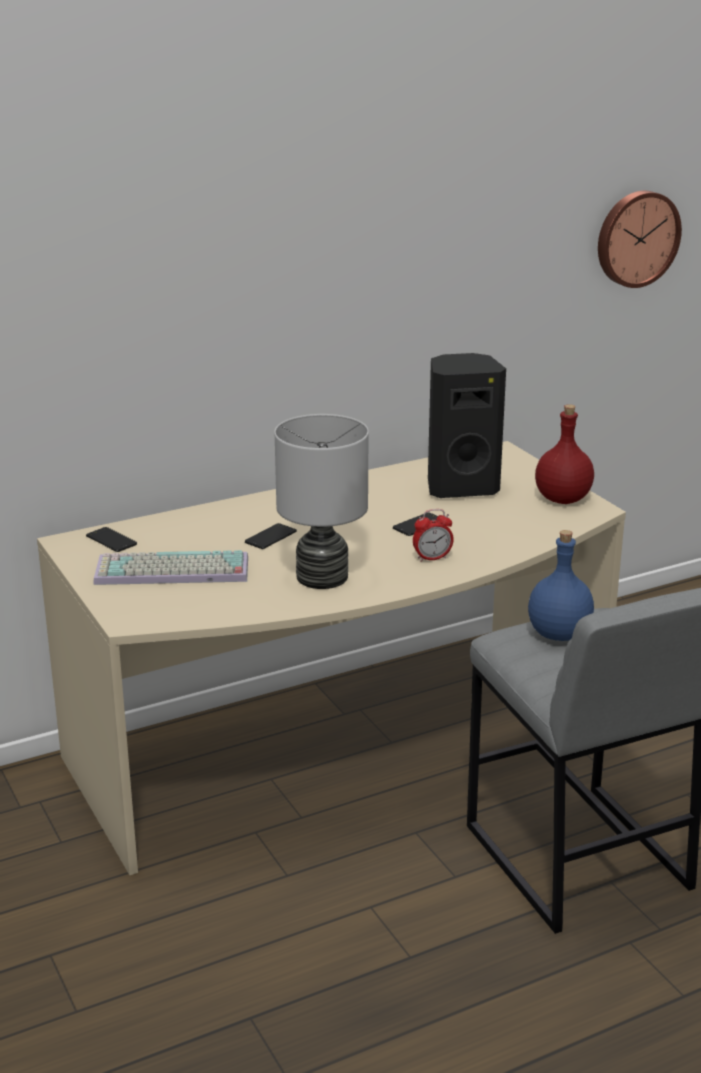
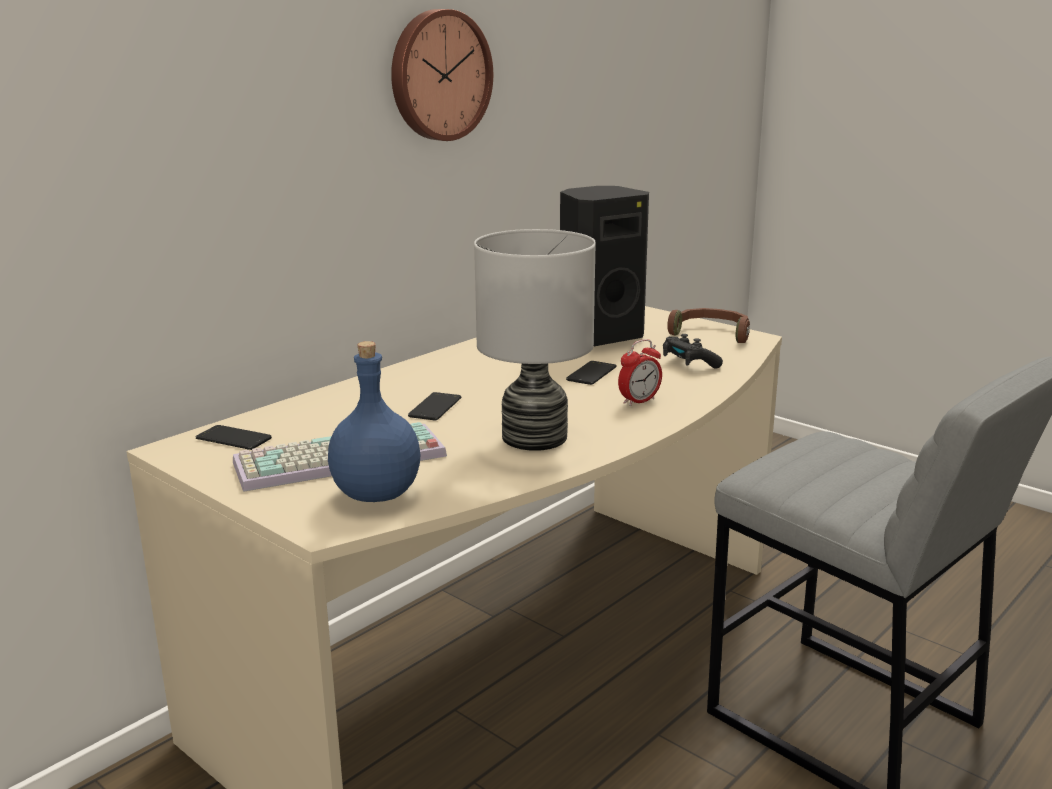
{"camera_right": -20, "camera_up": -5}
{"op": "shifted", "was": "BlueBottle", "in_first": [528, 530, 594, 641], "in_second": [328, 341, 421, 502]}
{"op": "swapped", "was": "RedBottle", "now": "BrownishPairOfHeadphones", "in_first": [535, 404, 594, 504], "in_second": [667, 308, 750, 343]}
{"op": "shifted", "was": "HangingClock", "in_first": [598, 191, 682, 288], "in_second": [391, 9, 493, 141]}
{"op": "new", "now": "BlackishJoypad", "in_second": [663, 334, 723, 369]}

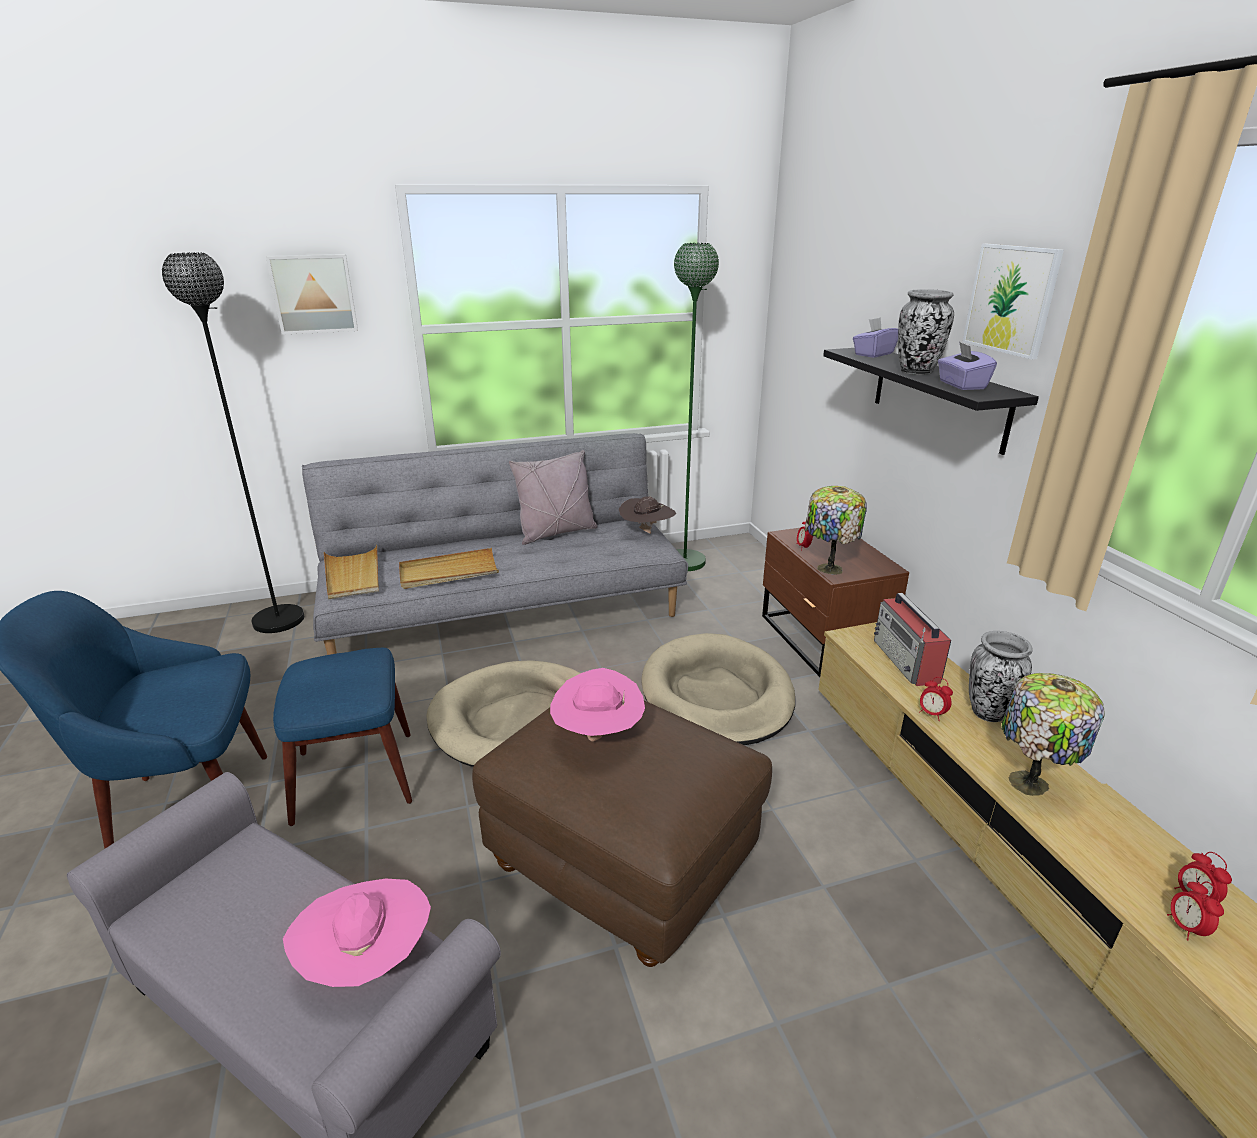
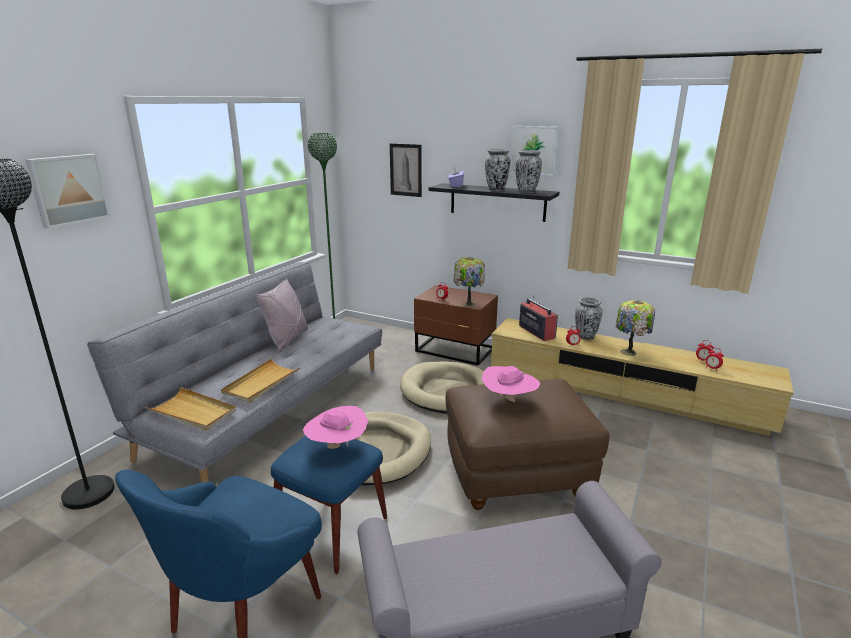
{"camera_right": -45, "camera_up": -5}
{"op": "shifted", "was": "PinkishClothingHat", "in_first": [283, 879, 431, 987], "in_second": [303, 406, 368, 449]}
{"op": "gone", "was": "BrownishClothingHat", "in_first": [619, 496, 677, 534]}
{"op": "rotated", "was": "RadioSet", "in_first": [874, 593, 951, 686], "in_second": [519, 295, 558, 341], "clockwise": -150}
{"op": "swapped", "was": "PurpleTissueBox", "now": "Vase", "in_first": [938, 342, 997, 390], "in_second": [515, 150, 542, 193]}
{"op": "new", "now": "WallPicture", "in_second": [390, 143, 422, 197]}

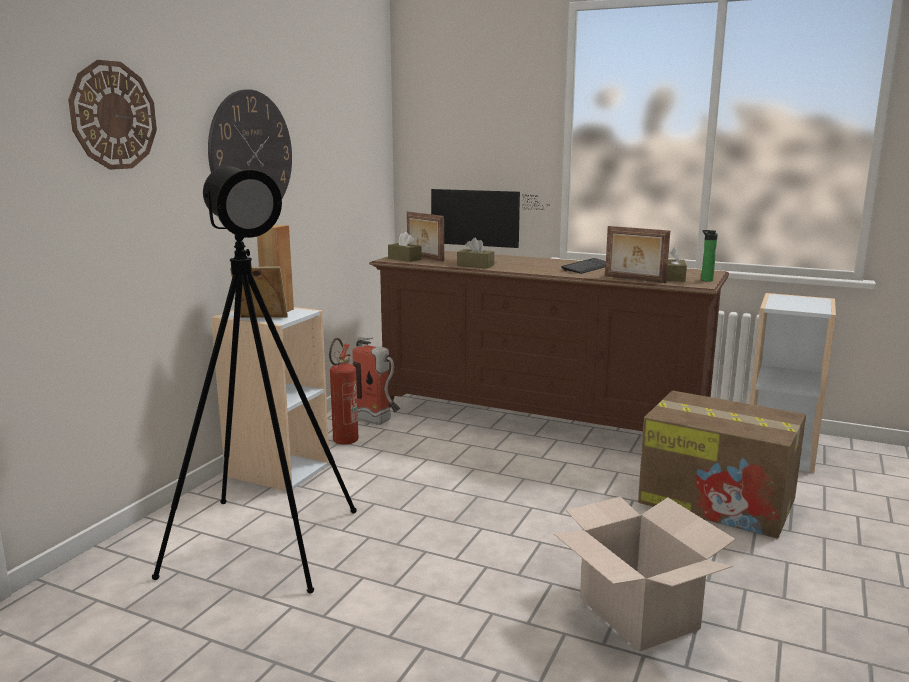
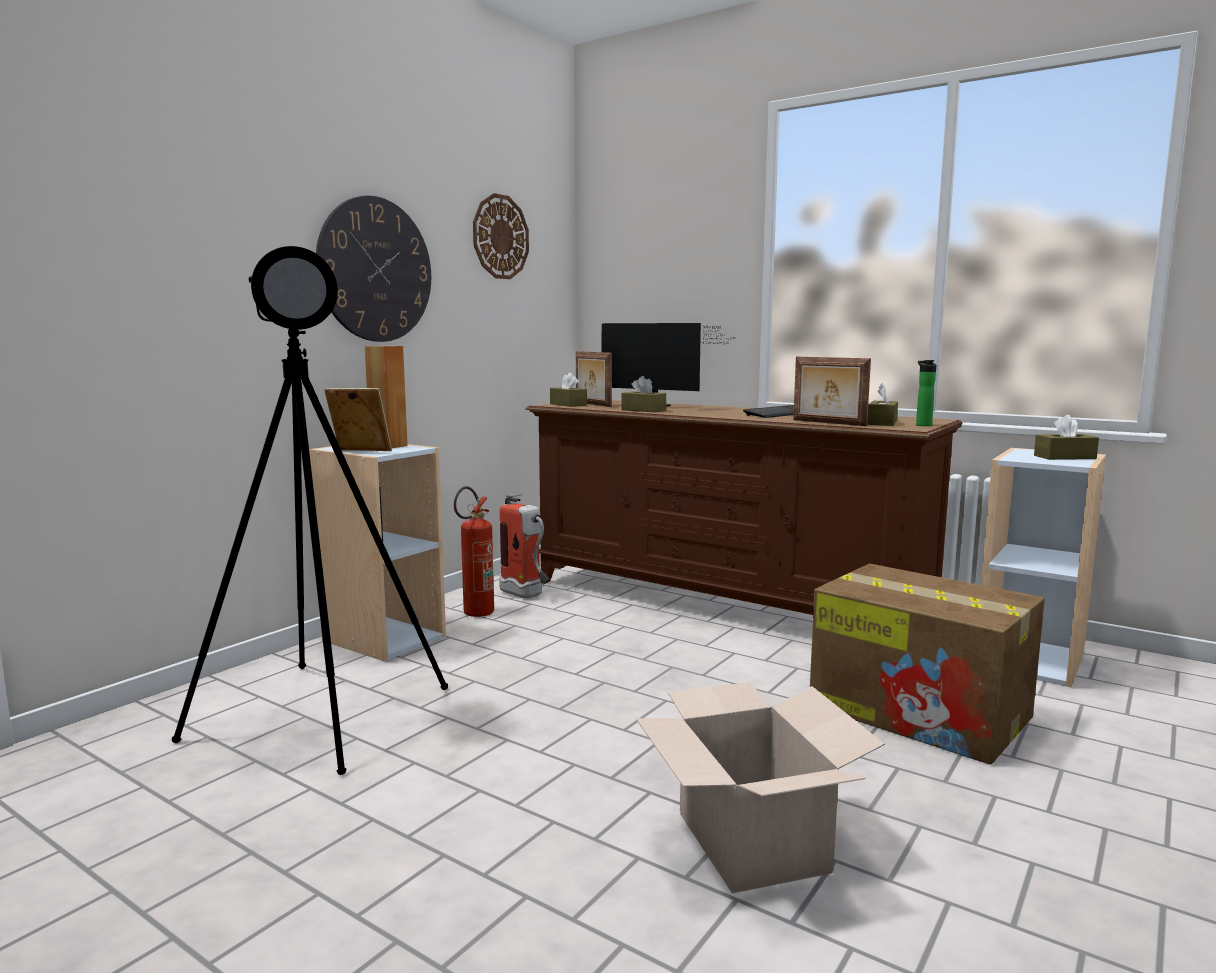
{"camera_right": 10, "camera_up": -5}
{"op": "shifted", "was": "HangingClock", "in_first": [68, 60, 157, 170], "in_second": [473, 193, 529, 279]}
{"op": "new", "now": "BrownishTissueBox", "in_second": [1034, 415, 1099, 460]}

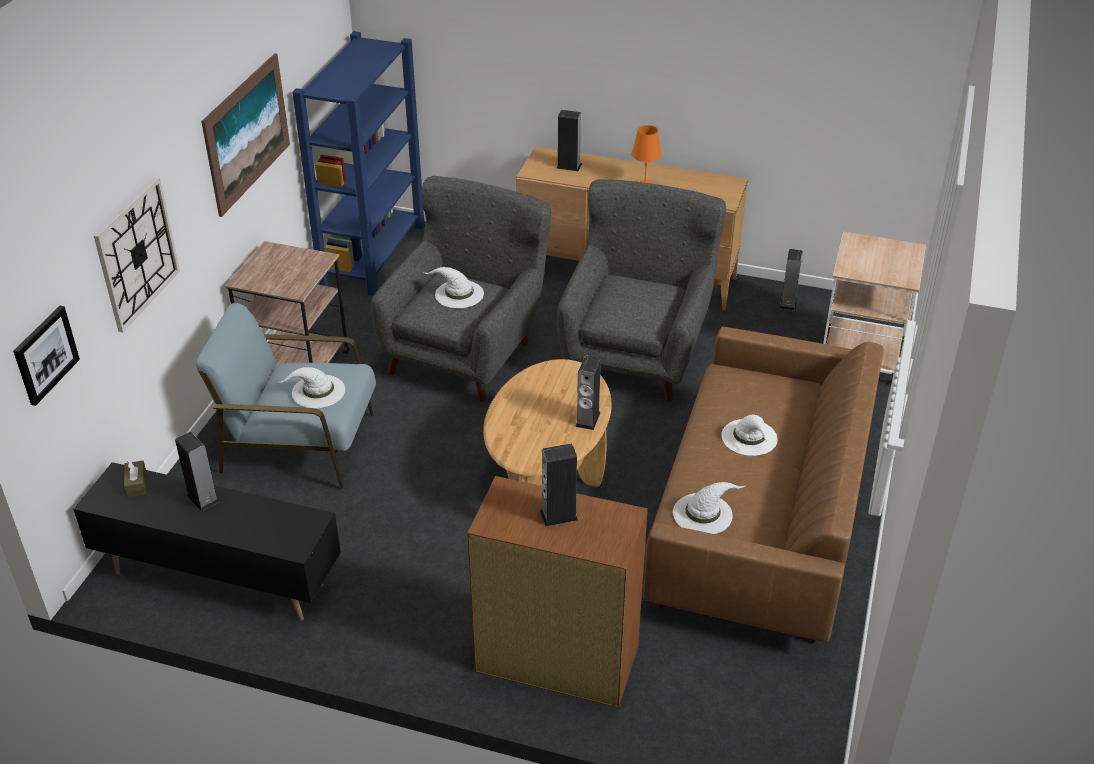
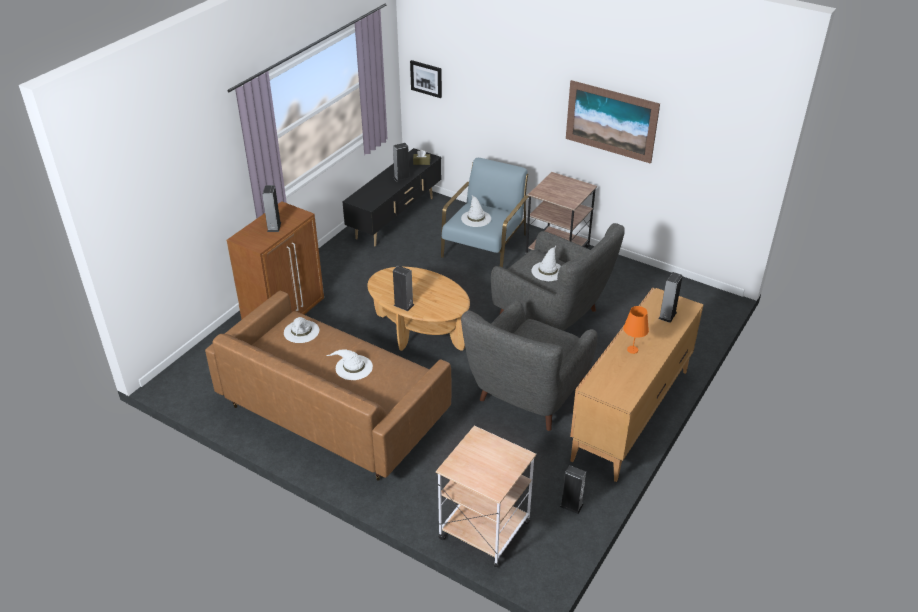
{"camera_right": 105, "camera_up": 0}
{"op": "gone", "was": "HangingClock", "in_first": [94, 178, 180, 332]}
{"op": "gone", "was": "BlueBookshelf", "in_first": [292, 31, 425, 296]}
{"op": "rotated", "was": "GrayArmchair", "in_first": [557, 179, 726, 402], "in_second": [461, 300, 597, 431], "clockwise": 90}

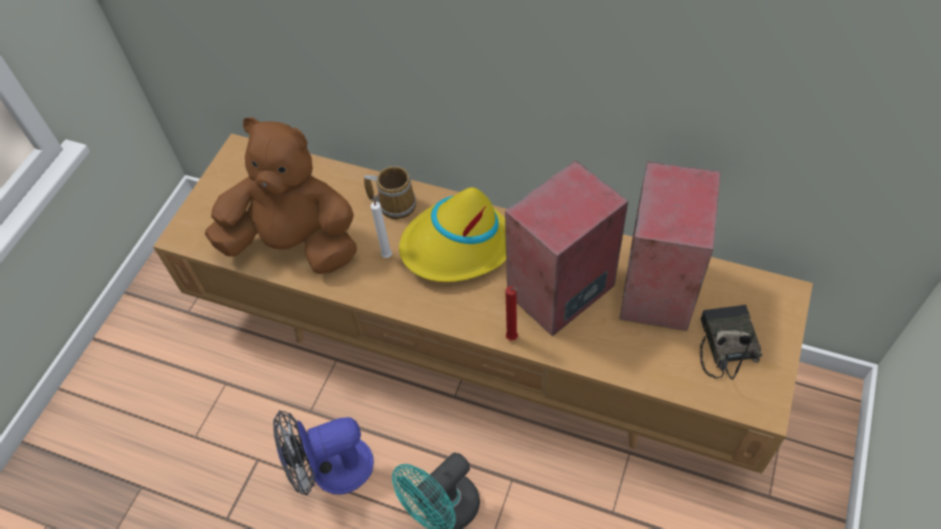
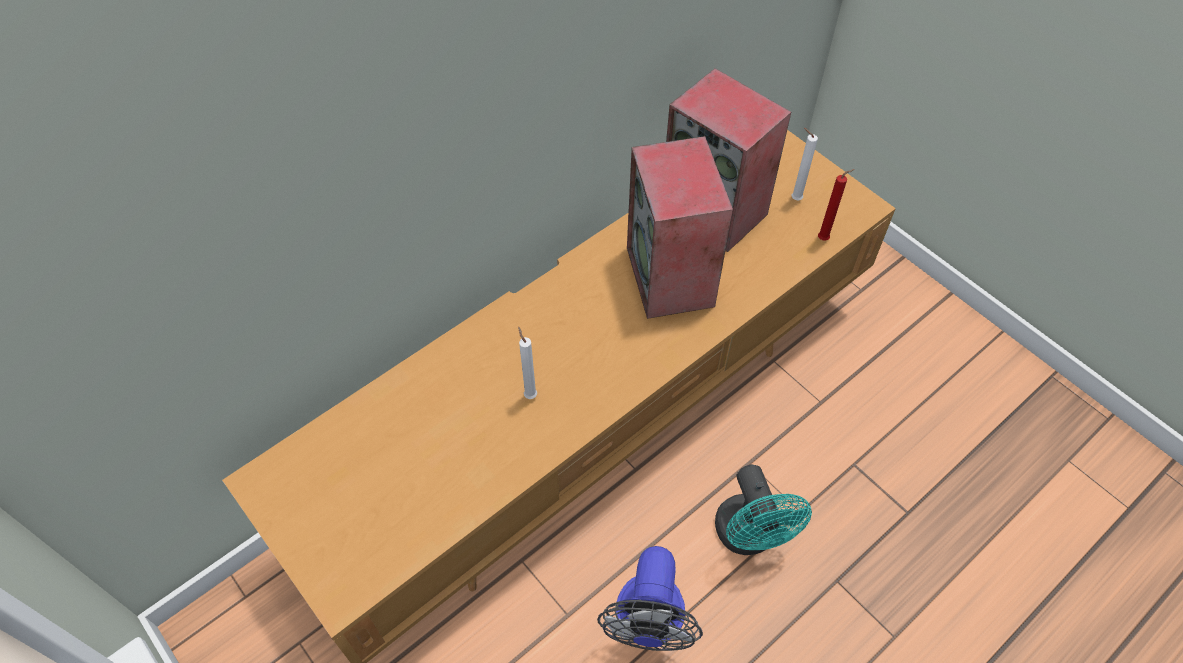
{"camera_right": -65, "camera_up": 0}
{"op": "gone", "was": "BrownishCuddlyToy", "in_first": [205, 117, 357, 274]}
{"op": "gone", "was": "TeaMug", "in_first": [364, 166, 416, 219]}
{"op": "gone", "was": "YellowishClothingHat", "in_first": [399, 187, 506, 282]}
{"op": "shifted", "was": "RedCandle", "in_first": [505, 286, 519, 341], "in_second": [818, 169, 855, 241]}
{"op": "swapped", "was": "RadioSet", "now": "WhiteCandle", "in_first": [700, 305, 763, 380], "in_second": [792, 128, 818, 201]}

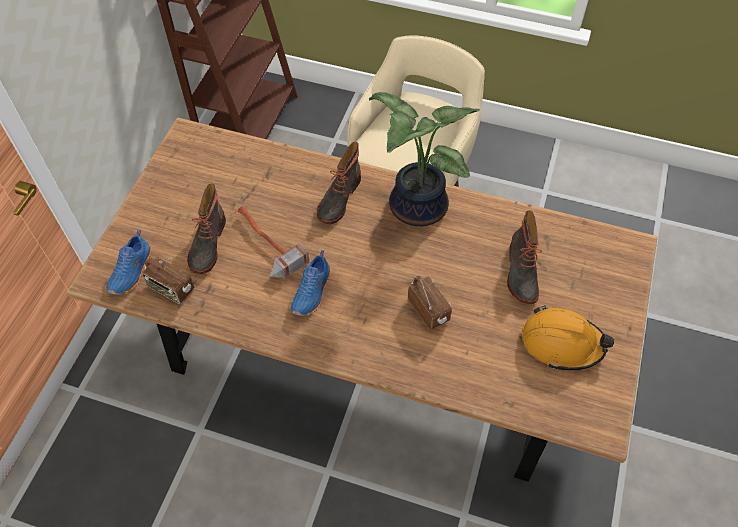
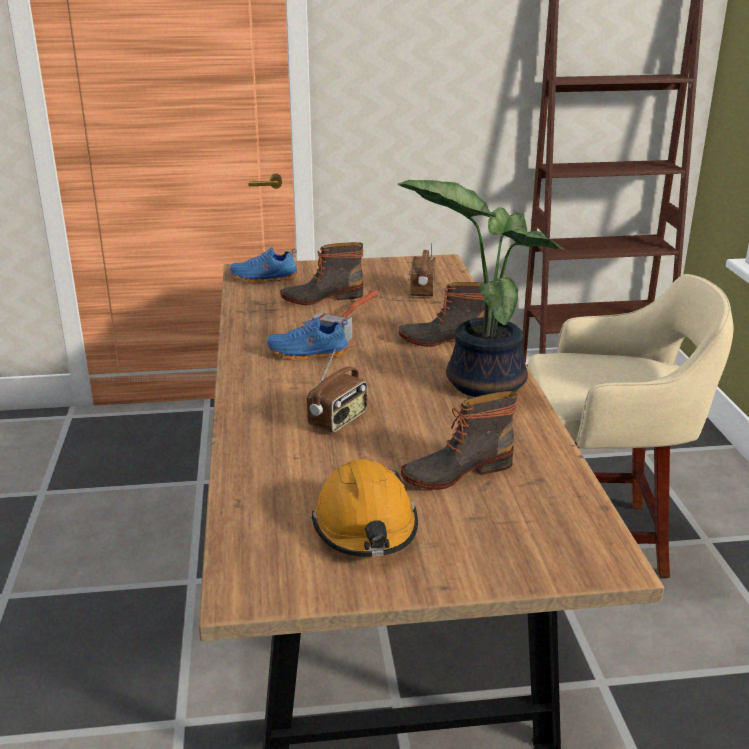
{"camera_right": 65, "camera_up": -30}
{"op": "shifted", "was": "RadioSet", "in_first": [142, 257, 194, 304], "in_second": [409, 242, 436, 297]}

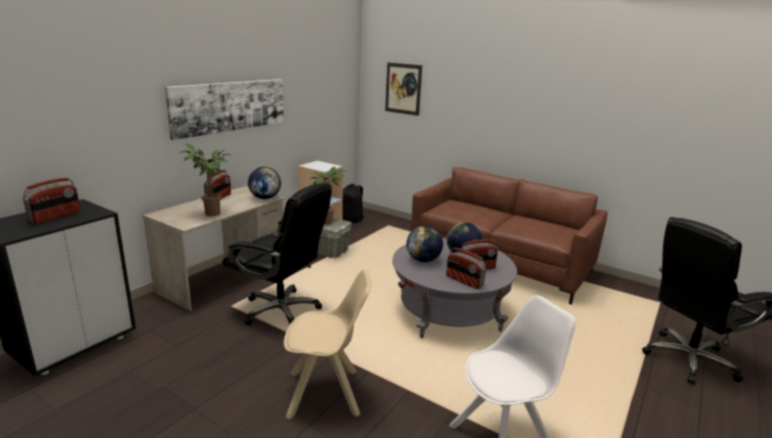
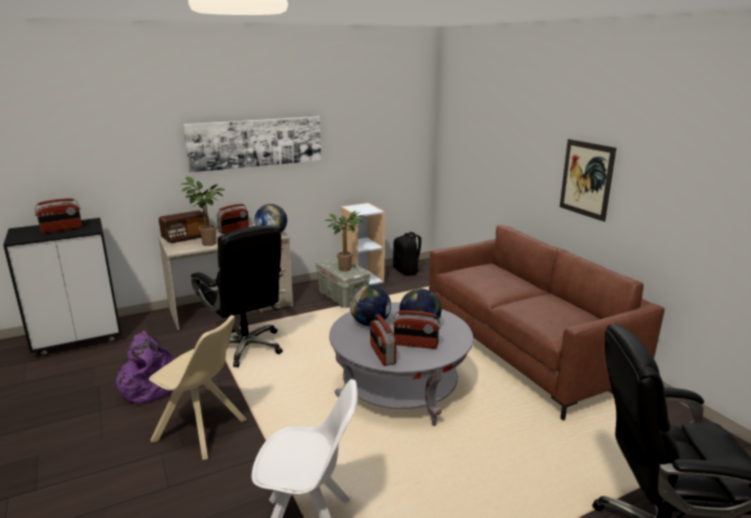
{"camera_right": 30, "camera_up": 0}
{"op": "shifted", "was": "WallPicture", "in_first": [385, 62, 422, 116], "in_second": [560, 139, 616, 222]}
{"op": "new", "now": "PurpleBackpack", "in_second": [113, 331, 175, 404]}
{"op": "new", "now": "RadioSet", "in_second": [159, 210, 209, 243]}

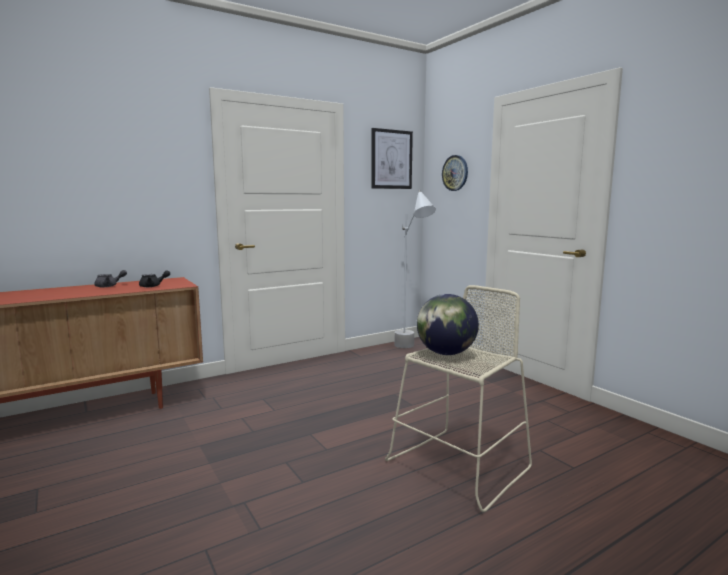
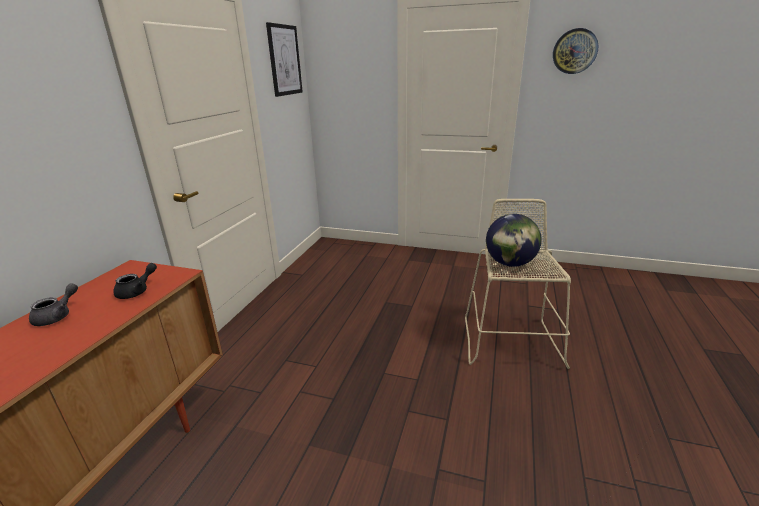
{"camera_right": -40, "camera_up": 15}
{"op": "gone", "was": "GrayStandardLamp", "in_first": [394, 190, 436, 348]}
{"op": "shifted", "was": "HangingClock", "in_first": [442, 155, 468, 191], "in_second": [553, 28, 598, 74]}

